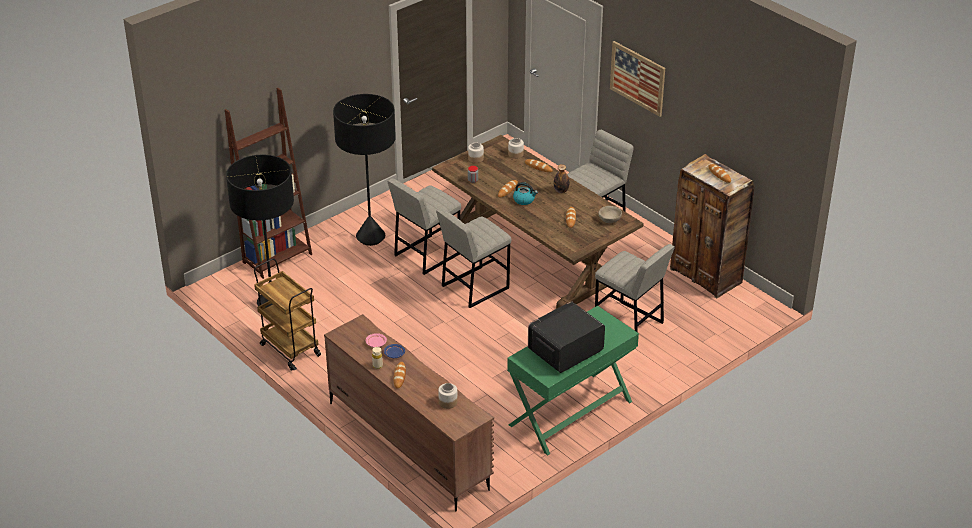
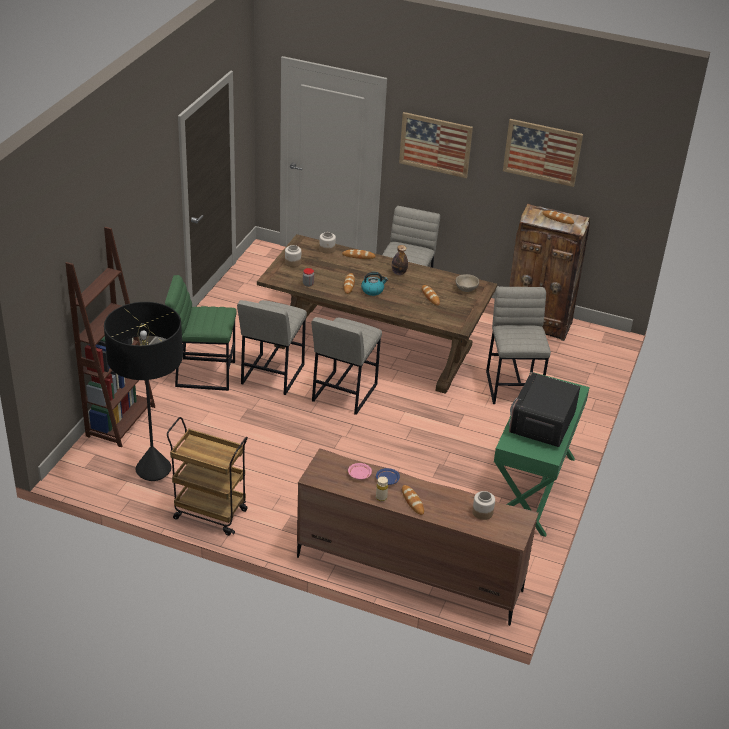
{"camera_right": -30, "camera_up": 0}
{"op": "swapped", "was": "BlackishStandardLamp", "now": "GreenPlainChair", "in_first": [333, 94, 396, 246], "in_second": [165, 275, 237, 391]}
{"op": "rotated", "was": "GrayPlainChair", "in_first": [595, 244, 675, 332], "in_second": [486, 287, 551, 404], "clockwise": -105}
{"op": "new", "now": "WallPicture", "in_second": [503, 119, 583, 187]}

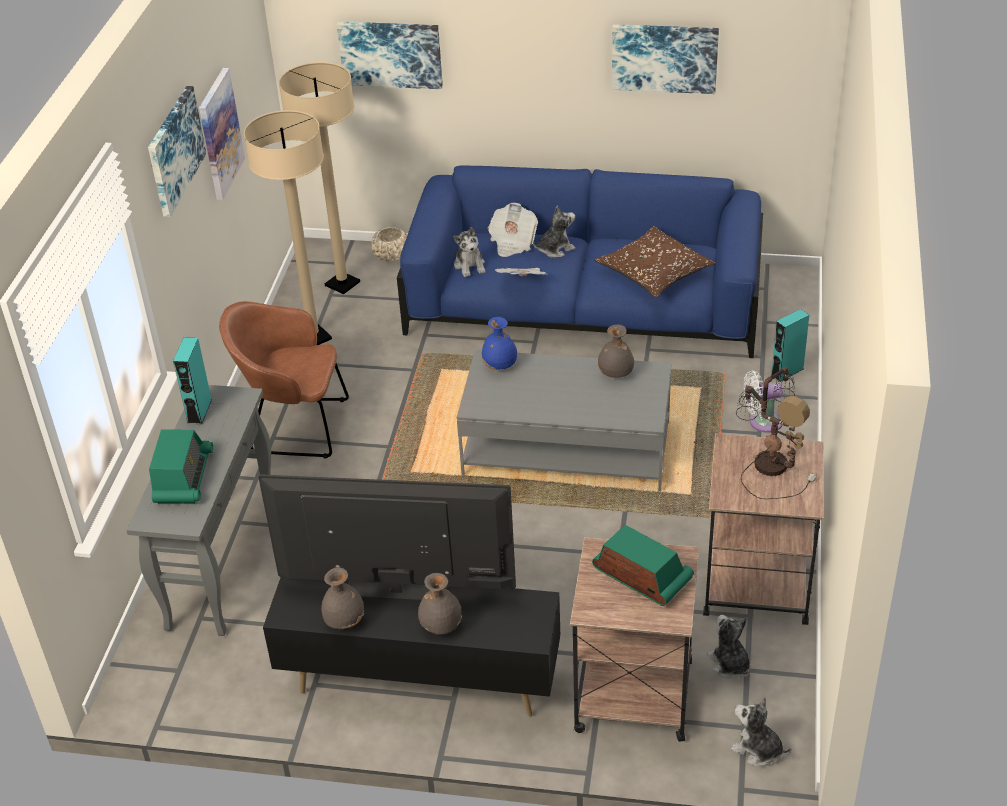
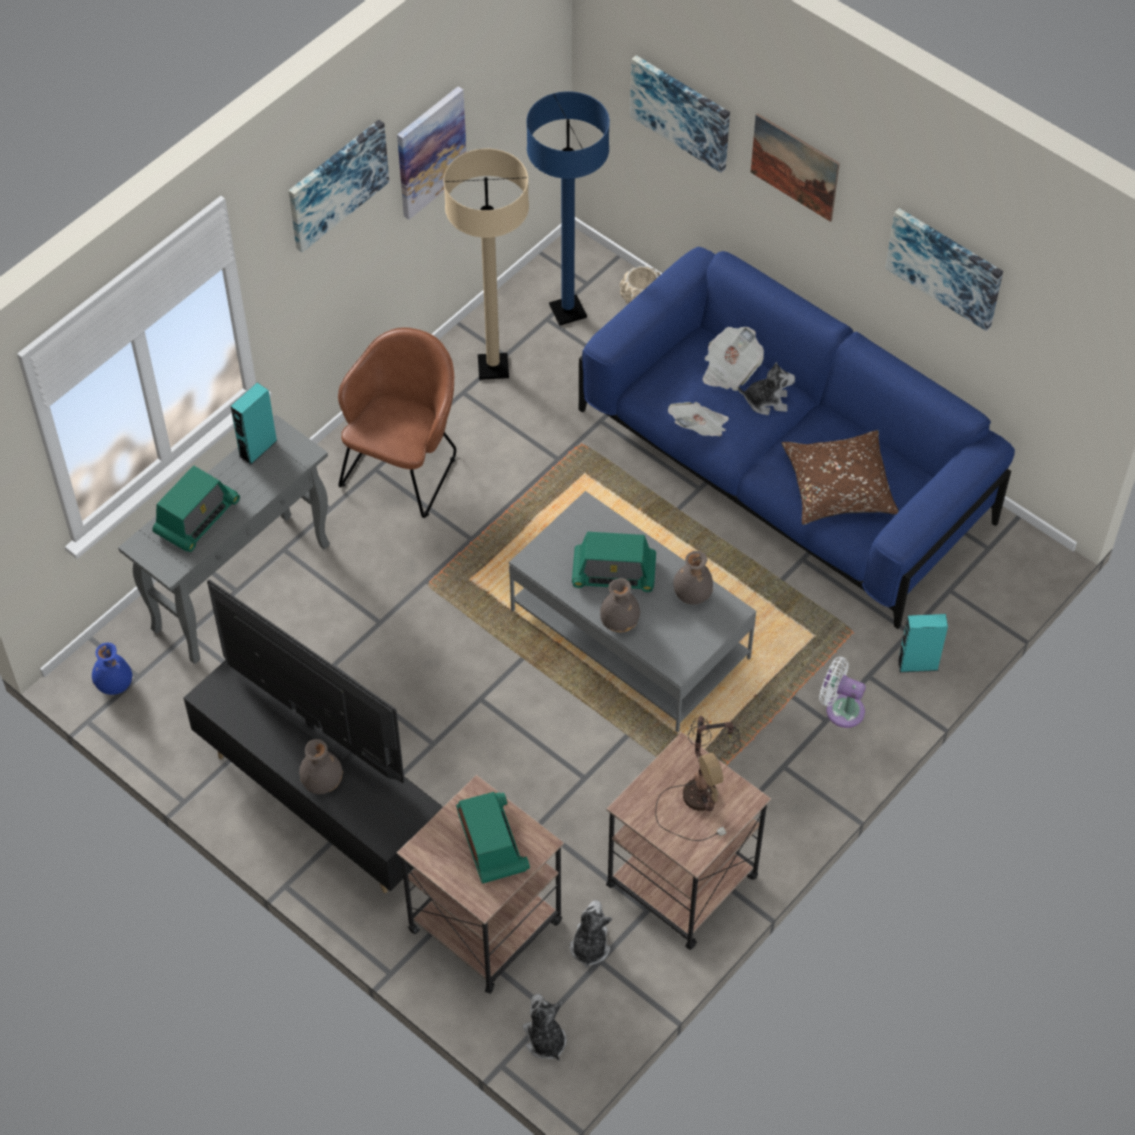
{"camera_right": 30, "camera_up": 15}
{"op": "rotated", "was": "BrownishArmchair", "in_first": [219, 301, 349, 459], "in_second": [338, 328, 456, 518], "clockwise": 75}
{"op": "repainted", "was": "BeigeStandardLamp", "now": "BlueStandardLamp", "in_first": [279, 62, 360, 294], "in_second": [526, 91, 610, 326]}
{"op": "shifted", "was": "GrayVase", "in_first": [321, 567, 364, 629], "in_second": [600, 578, 640, 632]}
{"op": "gone", "was": "CuddlyToy", "in_first": [453, 227, 485, 277]}
{"op": "shifted", "was": "BlueVase", "in_first": [482, 317, 517, 370], "in_second": [92, 642, 132, 695]}
{"op": "new", "now": "RadioSet", "in_second": [572, 532, 656, 592]}
{"op": "new", "now": "WallPicture", "in_second": [751, 113, 840, 222]}

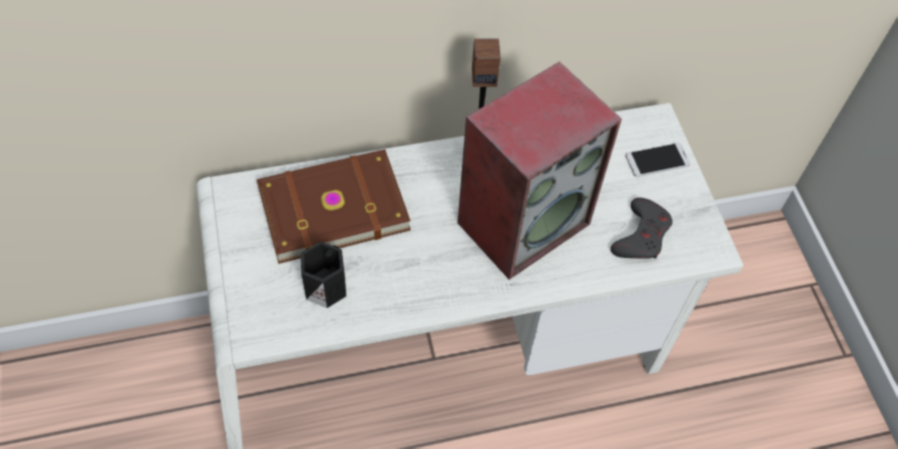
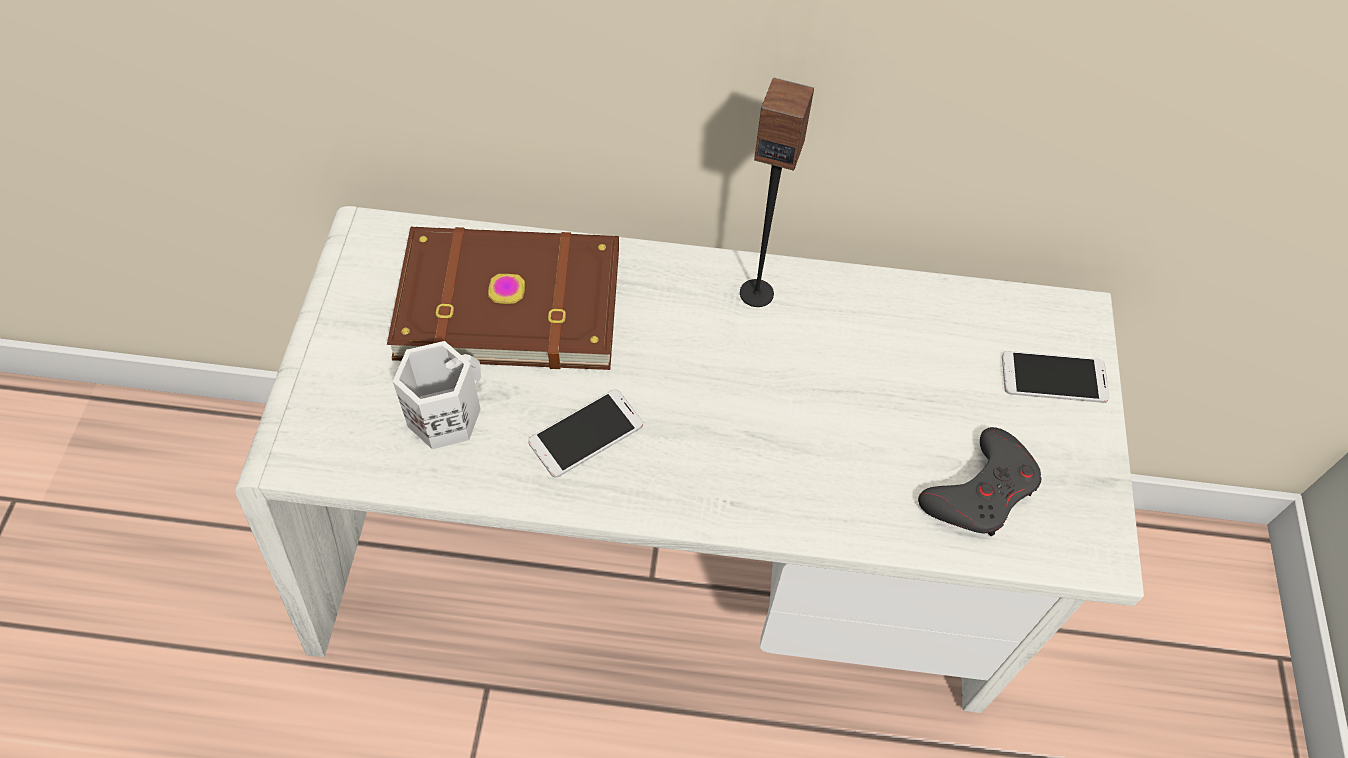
{"camera_right": 20, "camera_up": 0}
{"op": "repainted", "was": "BlackishTeaMug", "now": "WhiteTeaMug", "in_first": [300, 241, 346, 308], "in_second": [393, 341, 481, 449]}
{"op": "gone", "was": "Speaker", "in_first": [458, 61, 622, 280]}
{"op": "new", "now": "Handset", "in_second": [528, 389, 643, 478]}

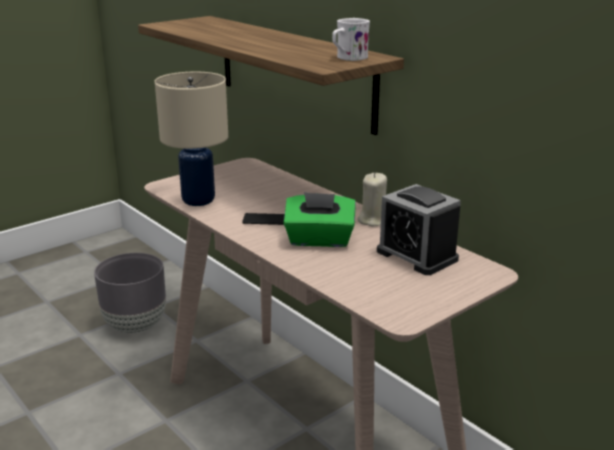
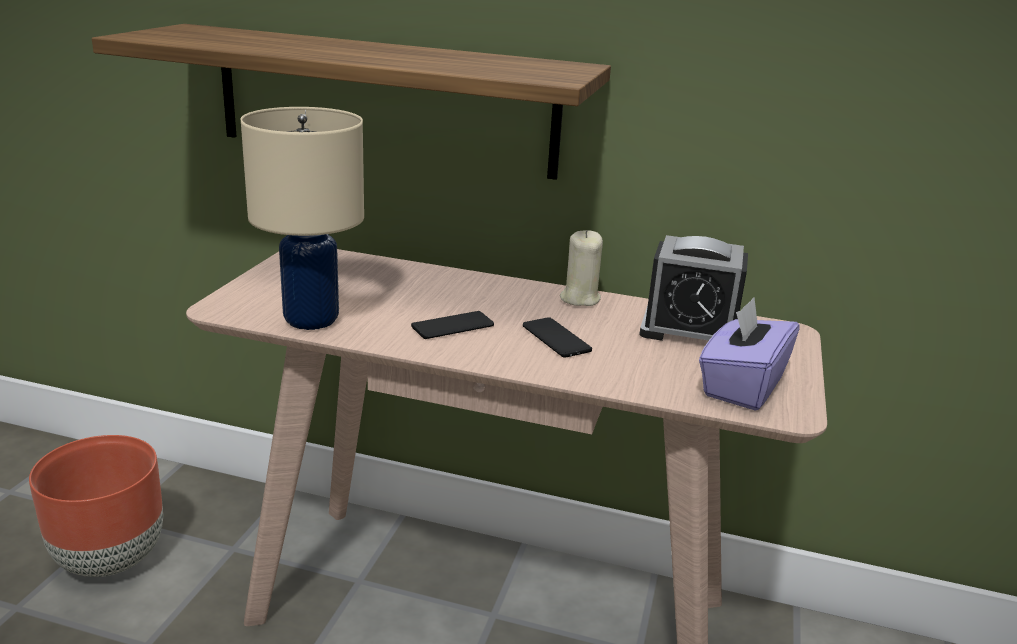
{"camera_right": -35, "camera_up": 0}
{"op": "repainted", "was": "GrayFlowerPot", "now": "BrownishFlowerPot", "in_first": [94, 253, 166, 333], "in_second": [29, 435, 163, 577]}
{"op": "swapped", "was": "GreenTissueBox", "now": "Handset", "in_first": [284, 192, 356, 247], "in_second": [523, 317, 592, 358]}
{"op": "gone", "was": "WhiteTeaMug", "in_first": [332, 18, 370, 61]}
{"op": "new", "now": "PurpleTissueBox", "in_second": [699, 297, 800, 411]}

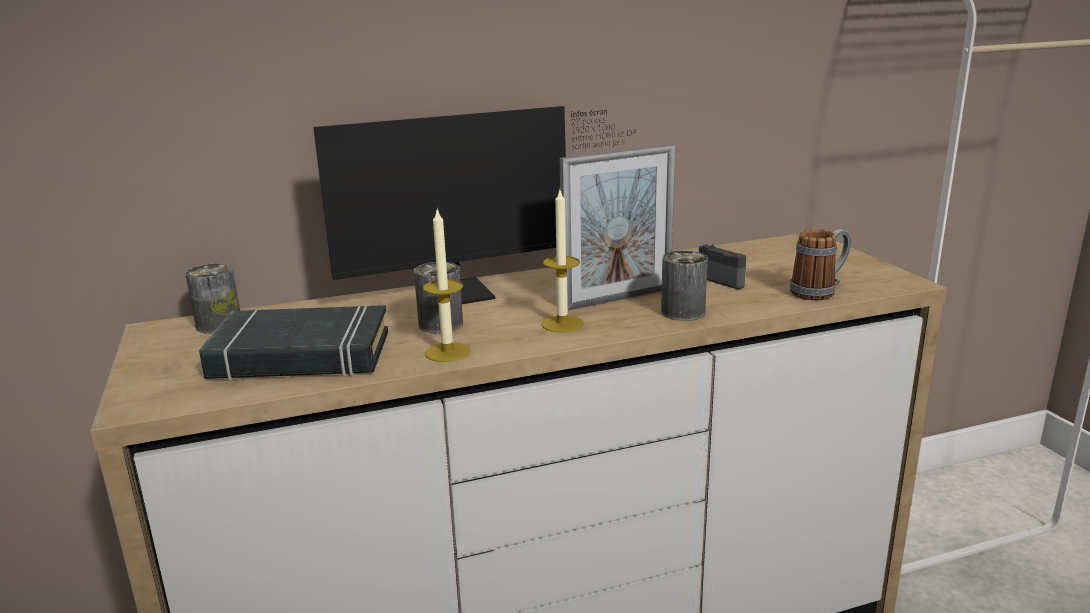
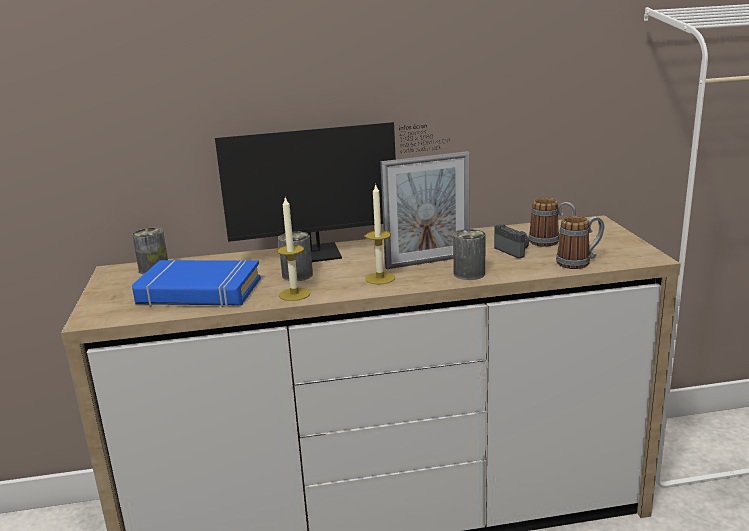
{"camera_right": 10, "camera_up": 0}
{"op": "repainted", "was": "BlackishBoundBook", "now": "BlueBoundBook", "in_first": [199, 305, 388, 381], "in_second": [132, 260, 261, 307]}
{"op": "new", "now": "TeaMug", "in_second": [529, 198, 576, 247]}

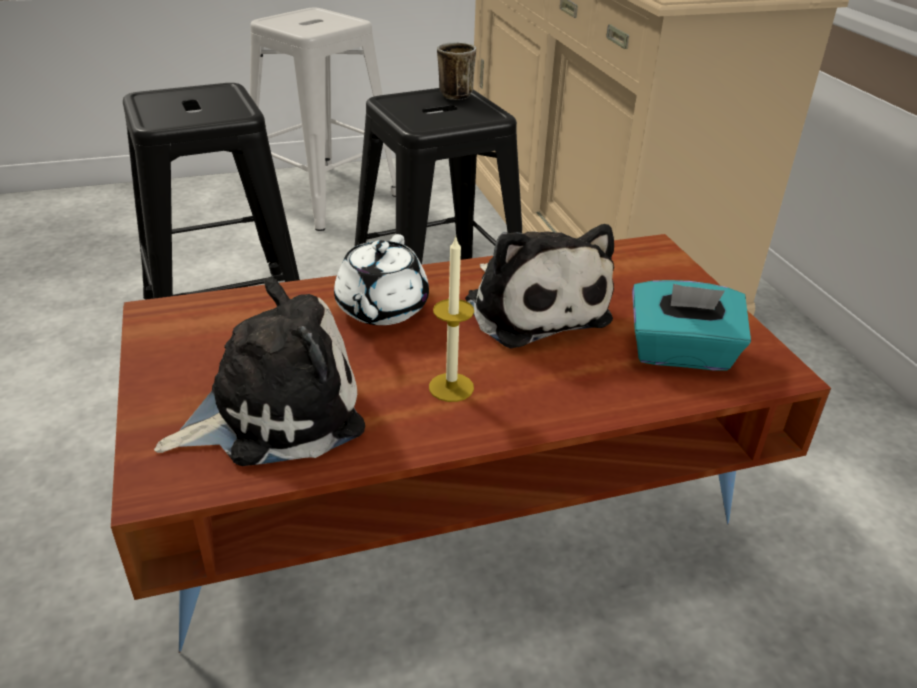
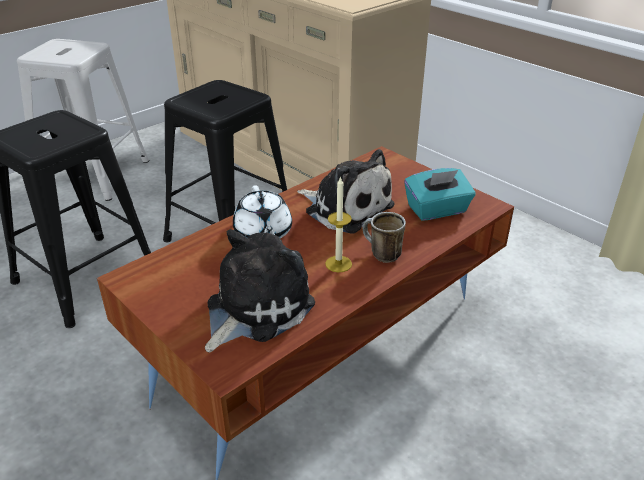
{"camera_right": -25, "camera_up": 0}
{"op": "shifted", "was": "TeaMug", "in_first": [437, 42, 476, 100], "in_second": [362, 212, 406, 263]}

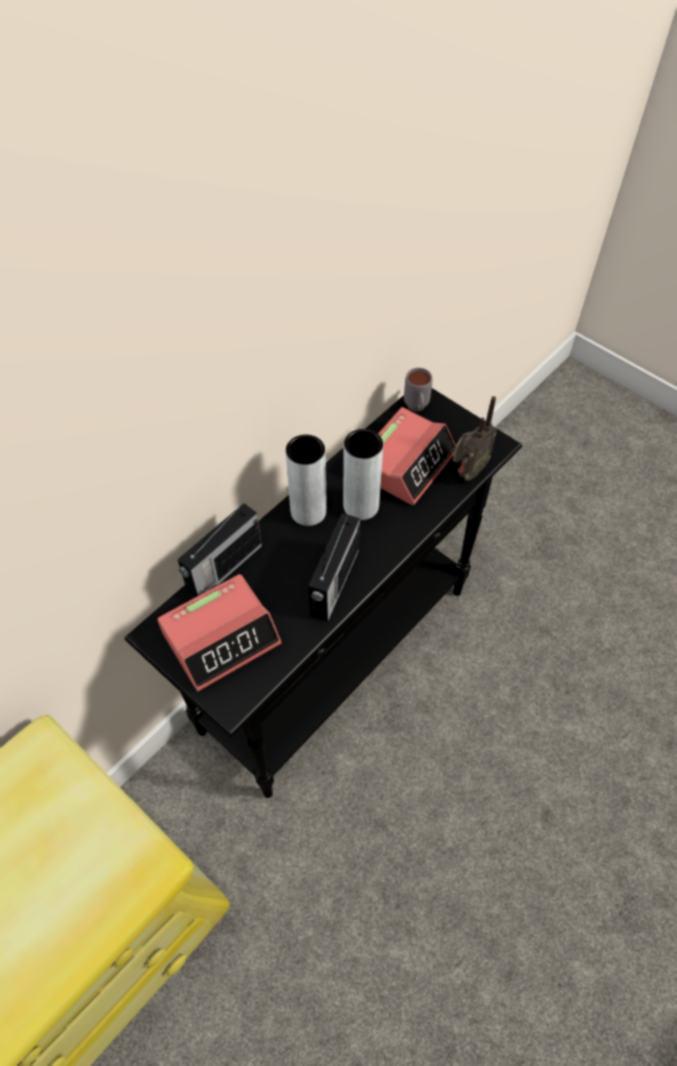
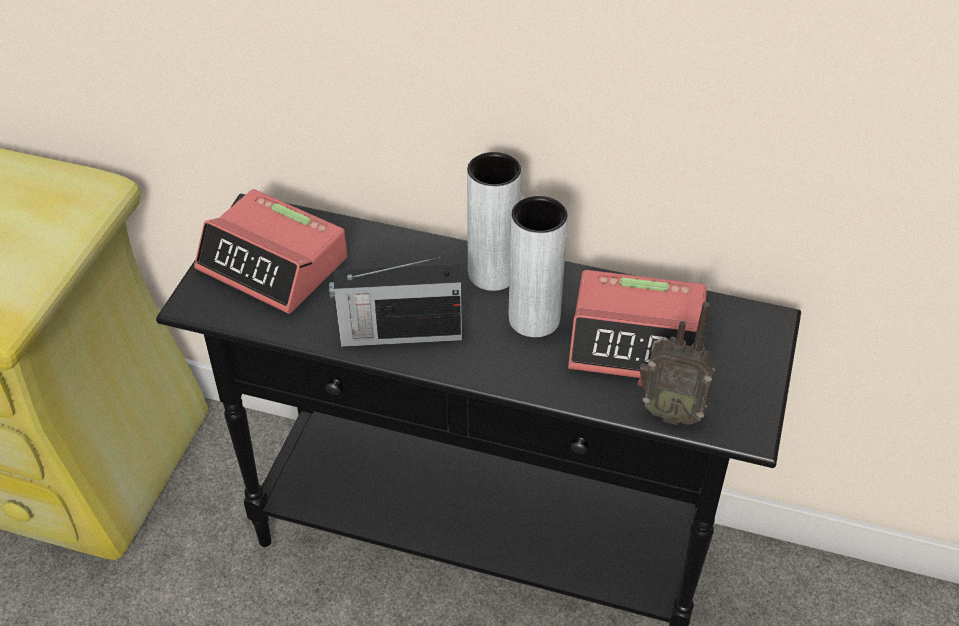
{"camera_right": 65, "camera_up": -10}
{"op": "gone", "was": "RadioSet", "in_first": [177, 503, 262, 597]}
{"op": "gone", "was": "GrayTeaMug", "in_first": [404, 368, 433, 411]}

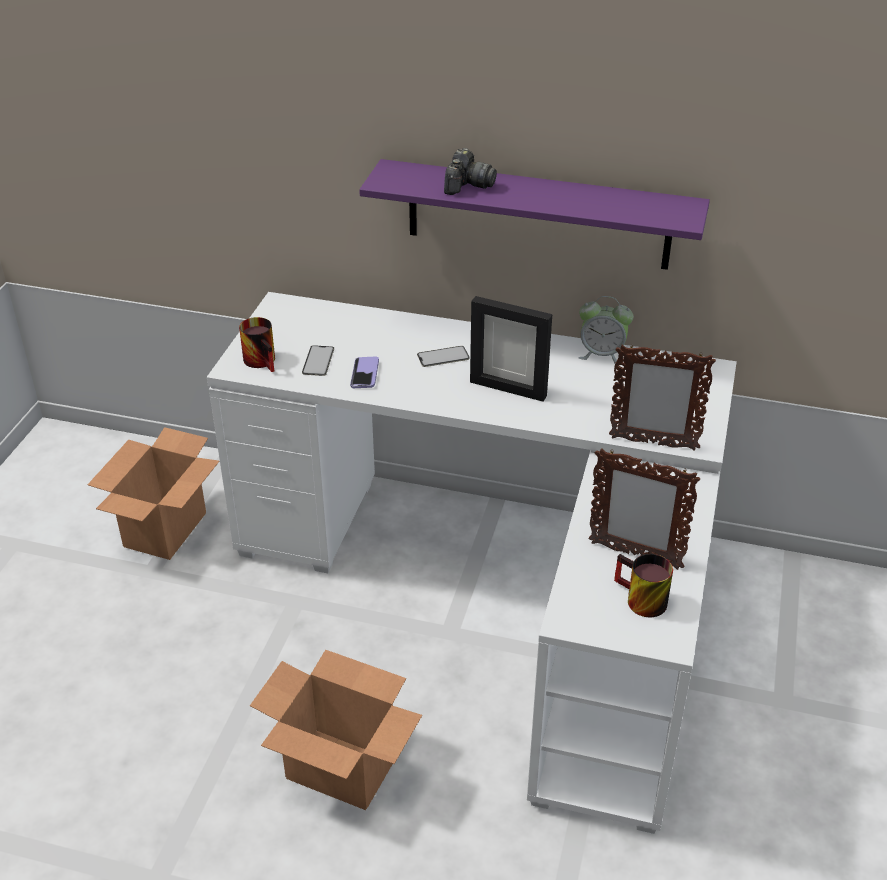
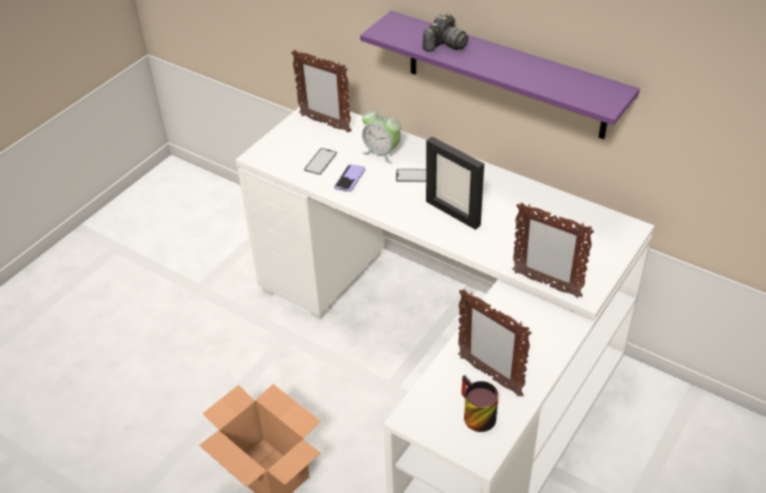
{"camera_right": 20, "camera_up": 5}
{"op": "gone", "was": "Carton", "in_first": [87, 427, 220, 560]}
{"op": "gone", "was": "TeaMug", "in_first": [239, 317, 275, 372]}
{"op": "shifted", "was": "AlarmClock", "in_first": [578, 296, 633, 363], "in_second": [362, 108, 401, 164]}
{"op": "new", "now": "PictureFrame", "in_second": [291, 50, 351, 133]}

